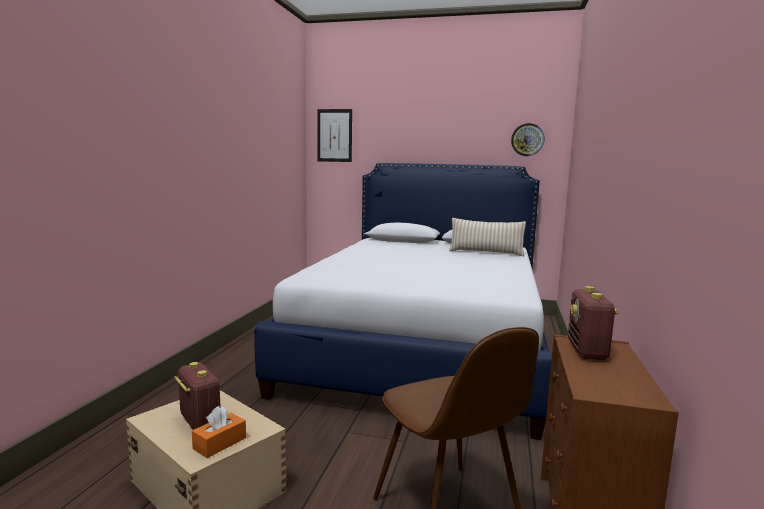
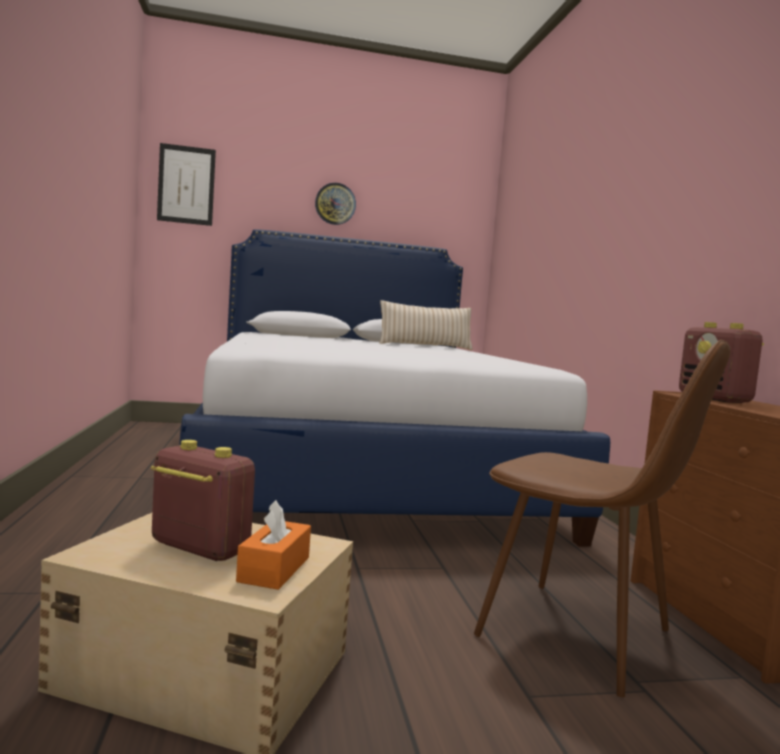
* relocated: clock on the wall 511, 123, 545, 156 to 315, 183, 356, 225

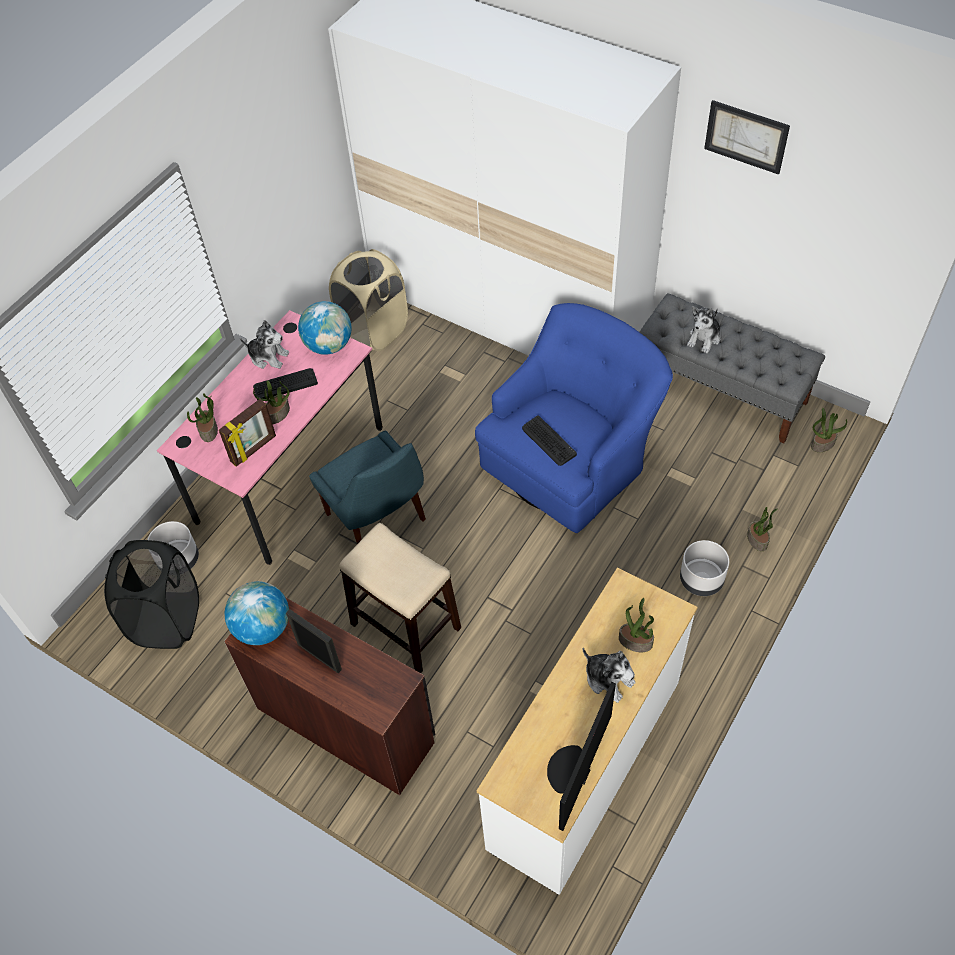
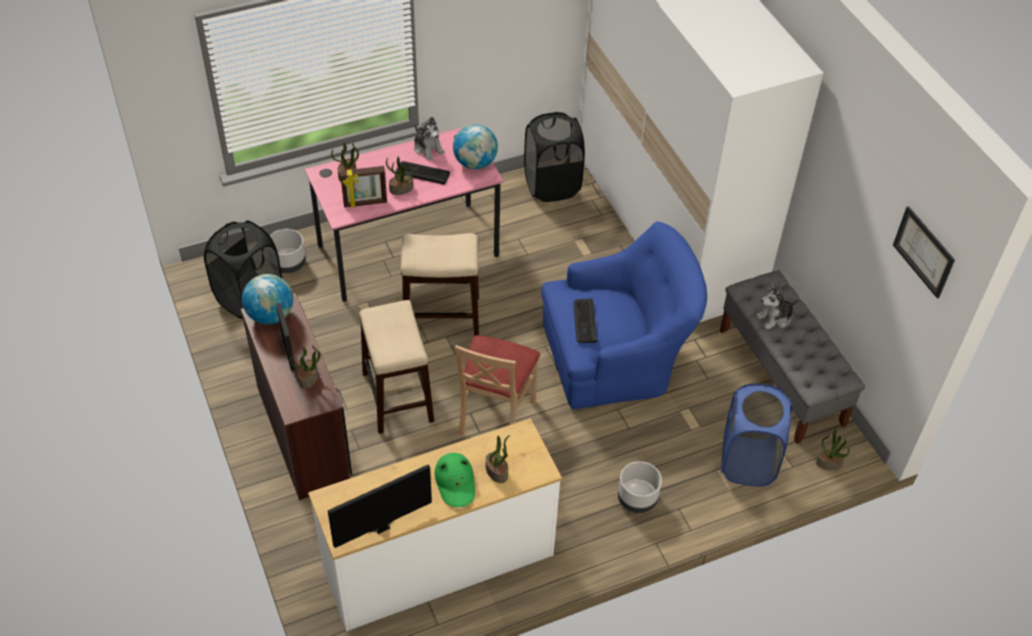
* relocated: potted plant 747, 507, 778, 551 to 290, 346, 321, 389
* exchanged: blue upright chair 309, 431, 426, 544 to stool seat 401, 233, 479, 336
* exchanged: soft toy 583, 648, 635, 703 to green wearable hat 435, 453, 475, 507
* appeared: sand-coloured upright chair 455, 335, 540, 436
* colour: sand-coloured hamper 329, 249, 408, 351 to black hamper 524, 112, 585, 202
* appeared: blue hamper 721, 384, 792, 487
* relocated: wall picture 704, 100, 790, 175 to 893, 206, 955, 298

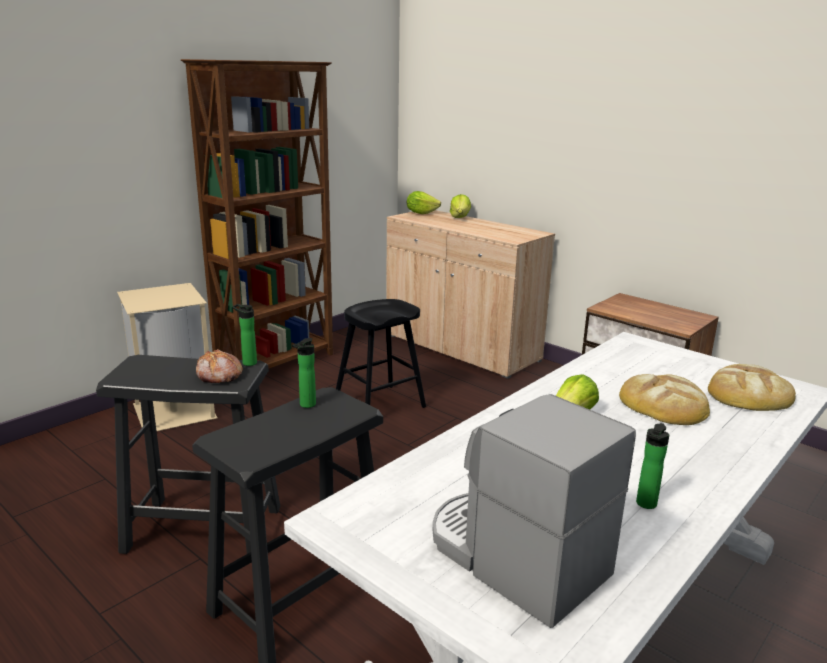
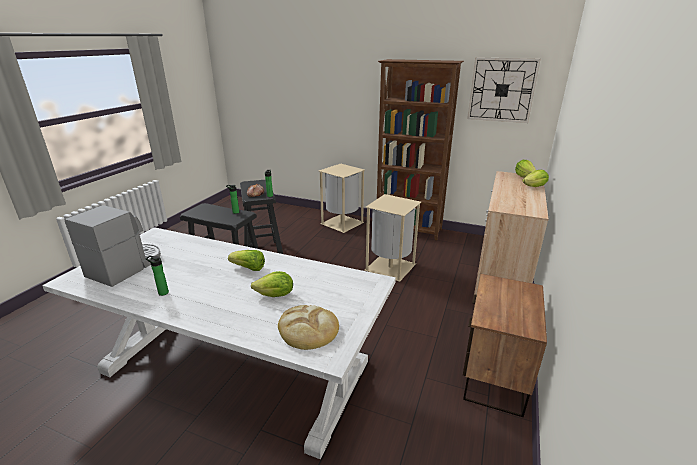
* exchanged: bakery bread 619, 374, 710, 425 to head of lettuce 251, 271, 293, 297
* exchanged: black stool seat 336, 299, 426, 408 to sand-coloured waste bin 364, 194, 421, 282
* appeared: clock on the wall 467, 57, 541, 123

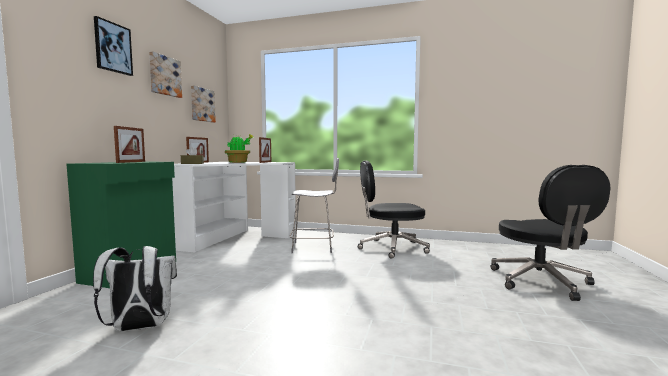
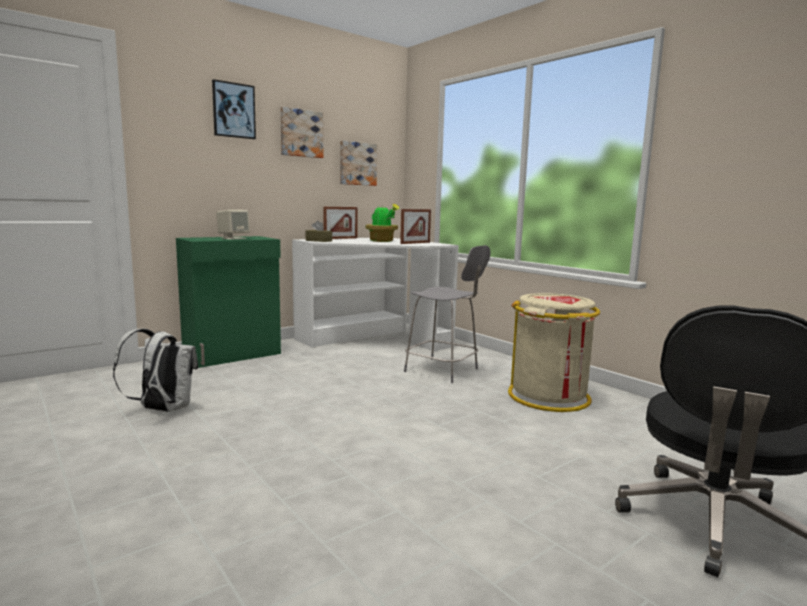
* exchanged: photo frame 114, 126, 145, 163 to sand-coloured audio speaker 216, 210, 250, 240
* exchanged: black computer chair 358, 161, 430, 259 to sand-coloured waste bin 508, 293, 600, 412

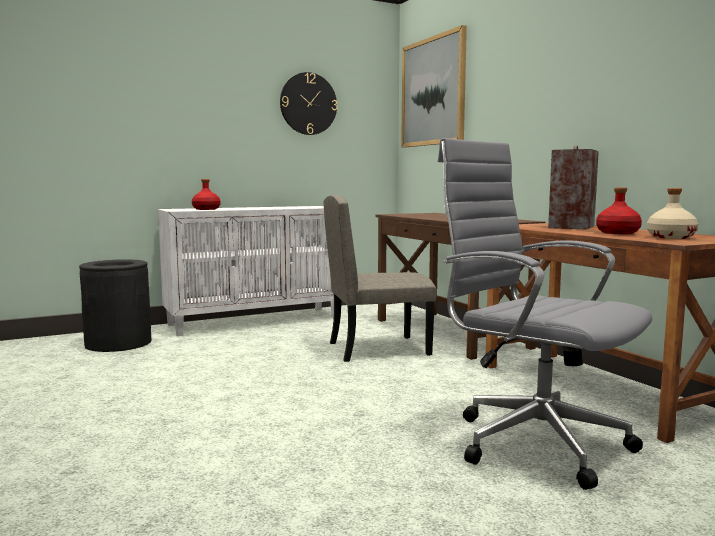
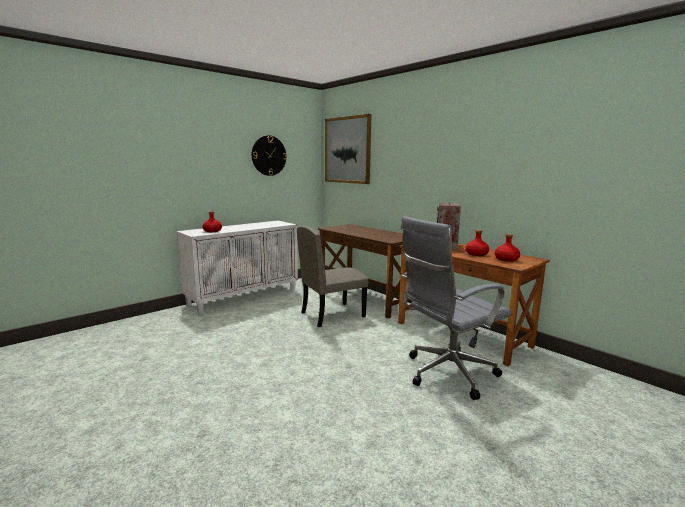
* spun: gray computer chair 438, 138, 653, 490 = 400, 216, 512, 400 60 degrees counterclockwise
* colour: sand-coloured bottle 647, 188, 698, 239 to reddish bottle 495, 234, 520, 262
* missing: black waste bin 79, 259, 152, 352

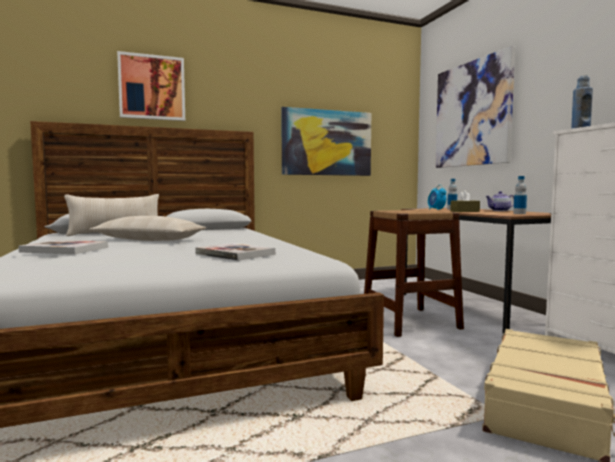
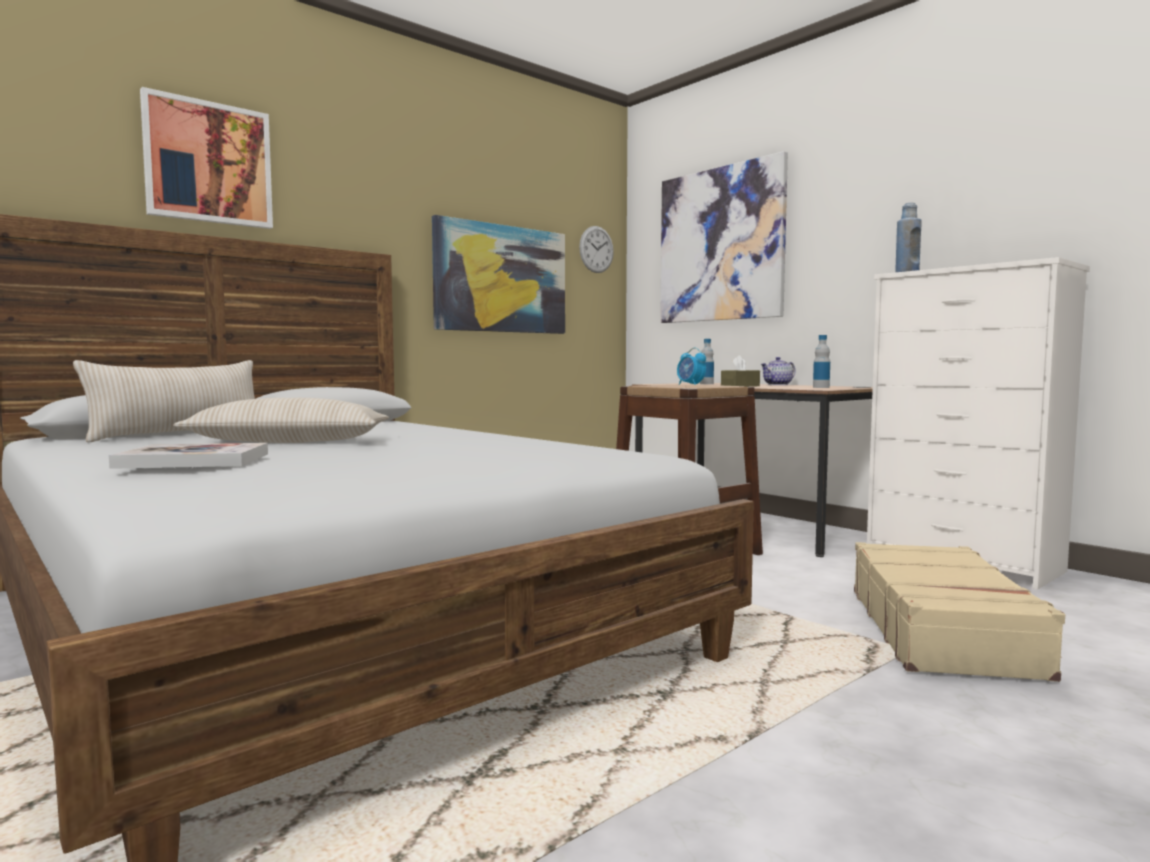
* appeared: clock on the wall 579, 226, 614, 273
* missing: volume 195, 243, 275, 261

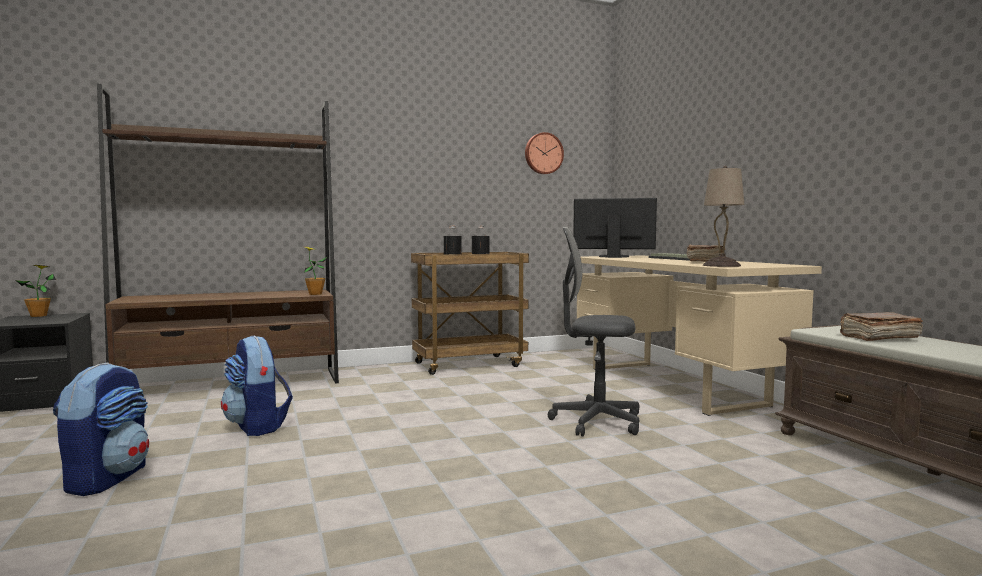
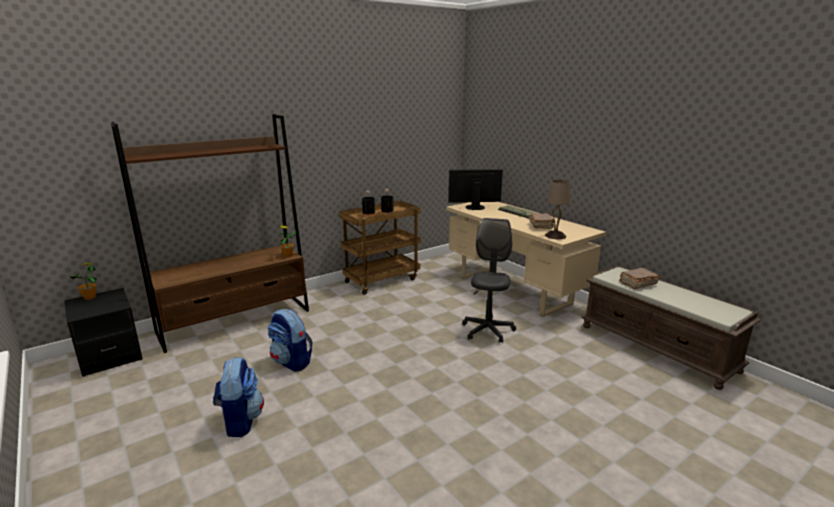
* spun: gray computer chair 548, 227, 639, 437 = 462, 218, 516, 343 105 degrees clockwise
* missing: clock on the wall 525, 132, 564, 174

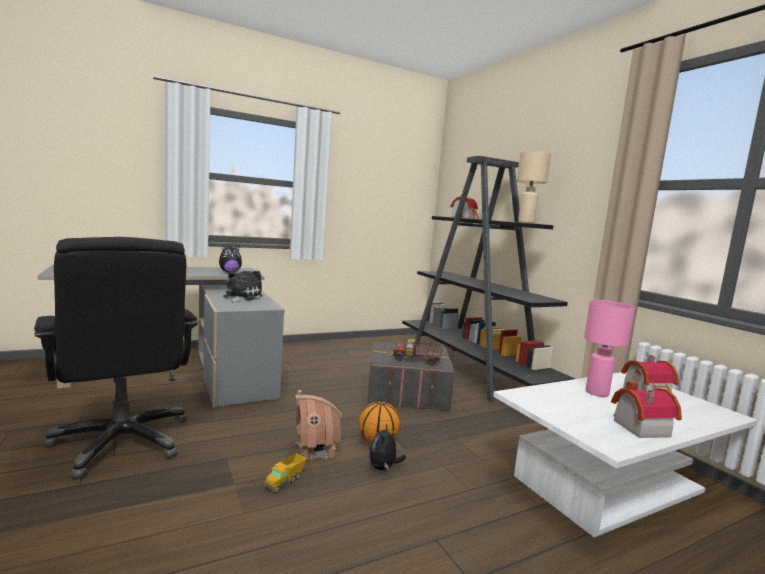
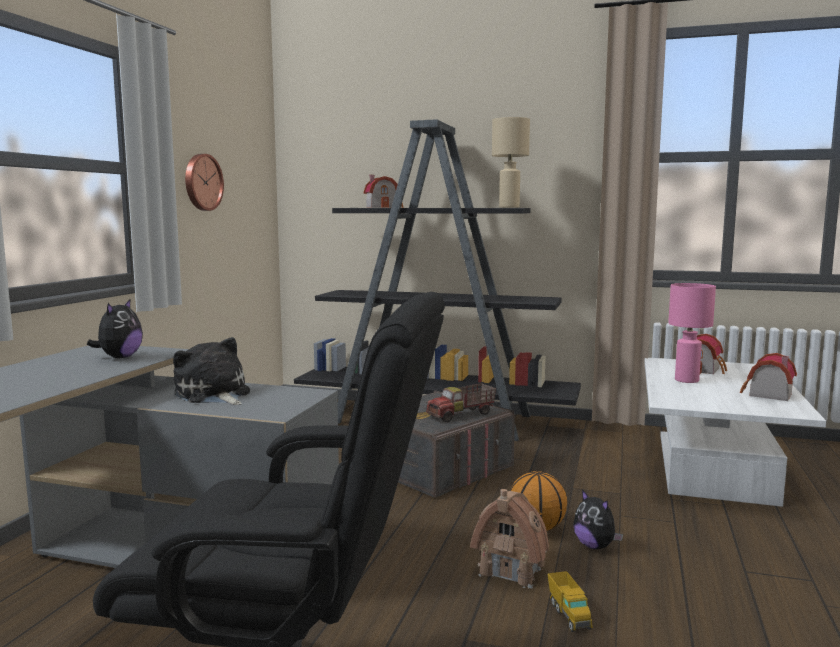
* appeared: clock on the wall 185, 154, 224, 211

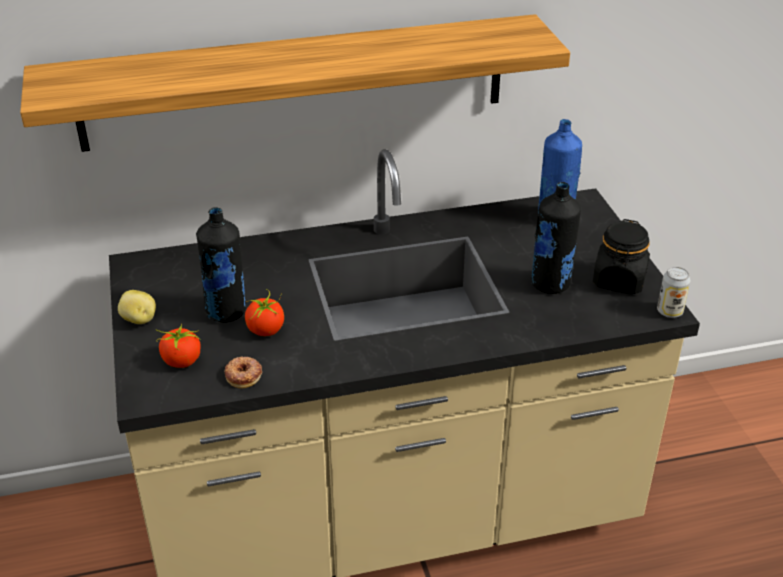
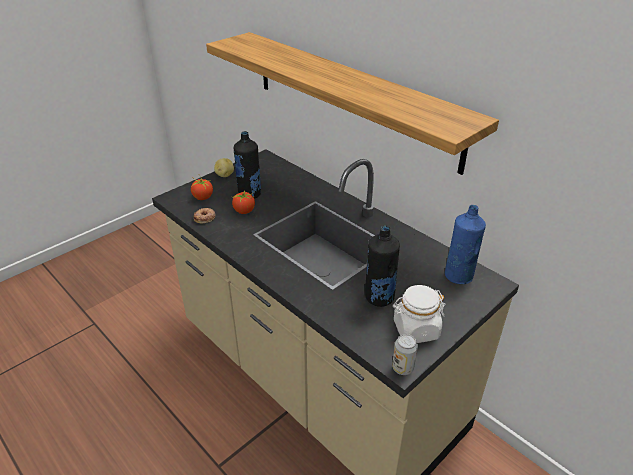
* colour: black jar 593, 219, 650, 294 to white-coloured jar 393, 285, 445, 343

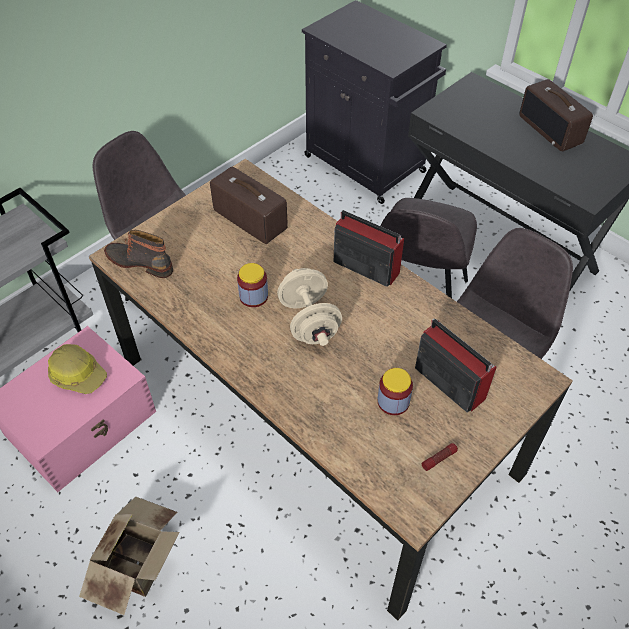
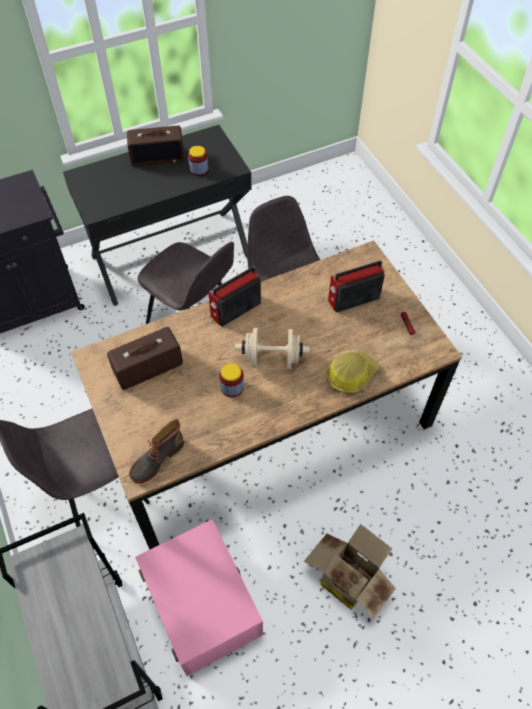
* relocated: jar 377, 368, 413, 415 to 188, 146, 208, 176
* relocated: work helmet 48, 344, 107, 394 to 326, 351, 378, 393

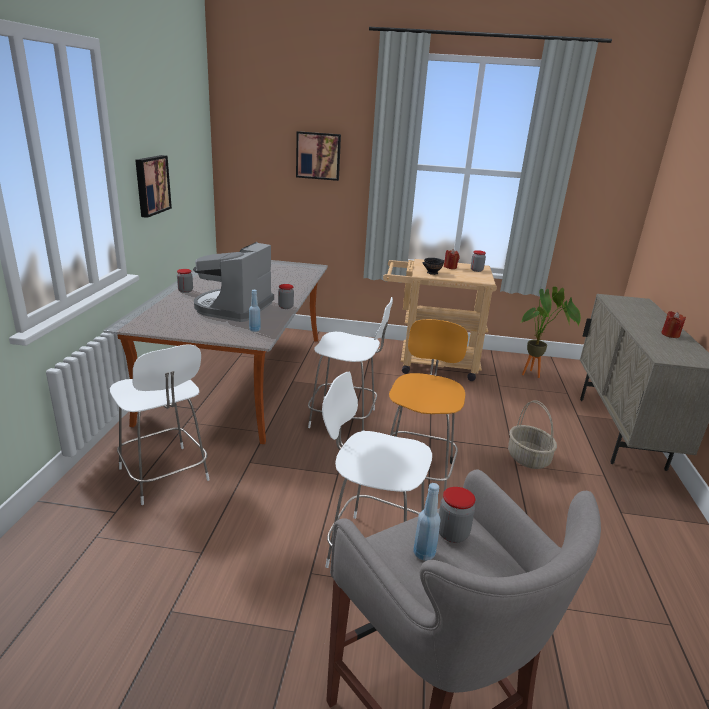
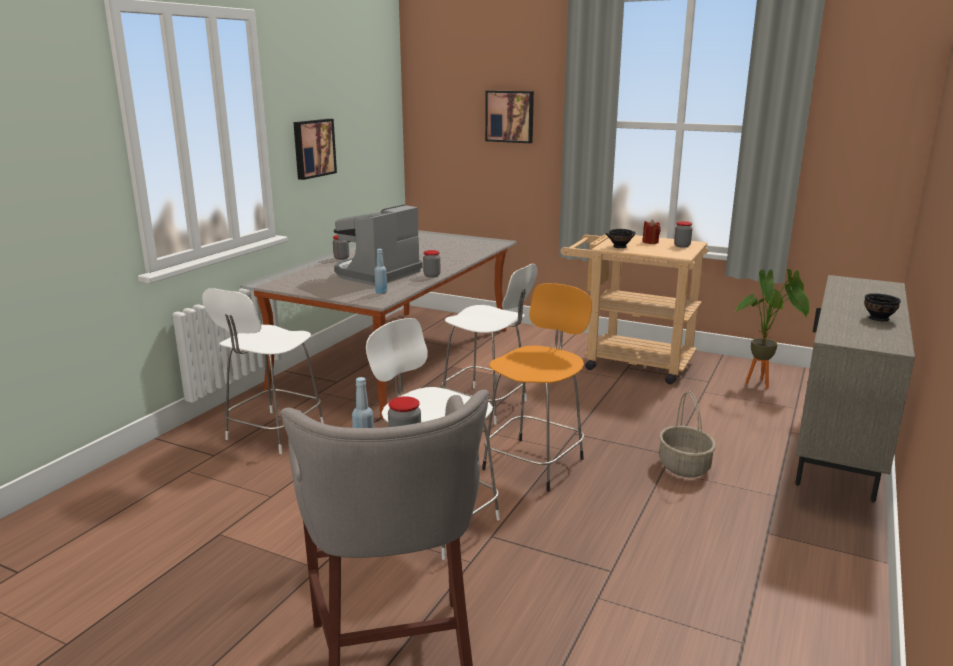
* spun: white-coloured upright chair 110, 344, 210, 505 = 202, 288, 324, 454 45 degrees clockwise
* exchanged: reddish candle 661, 311, 686, 338 to black deep dish 864, 293, 901, 322

